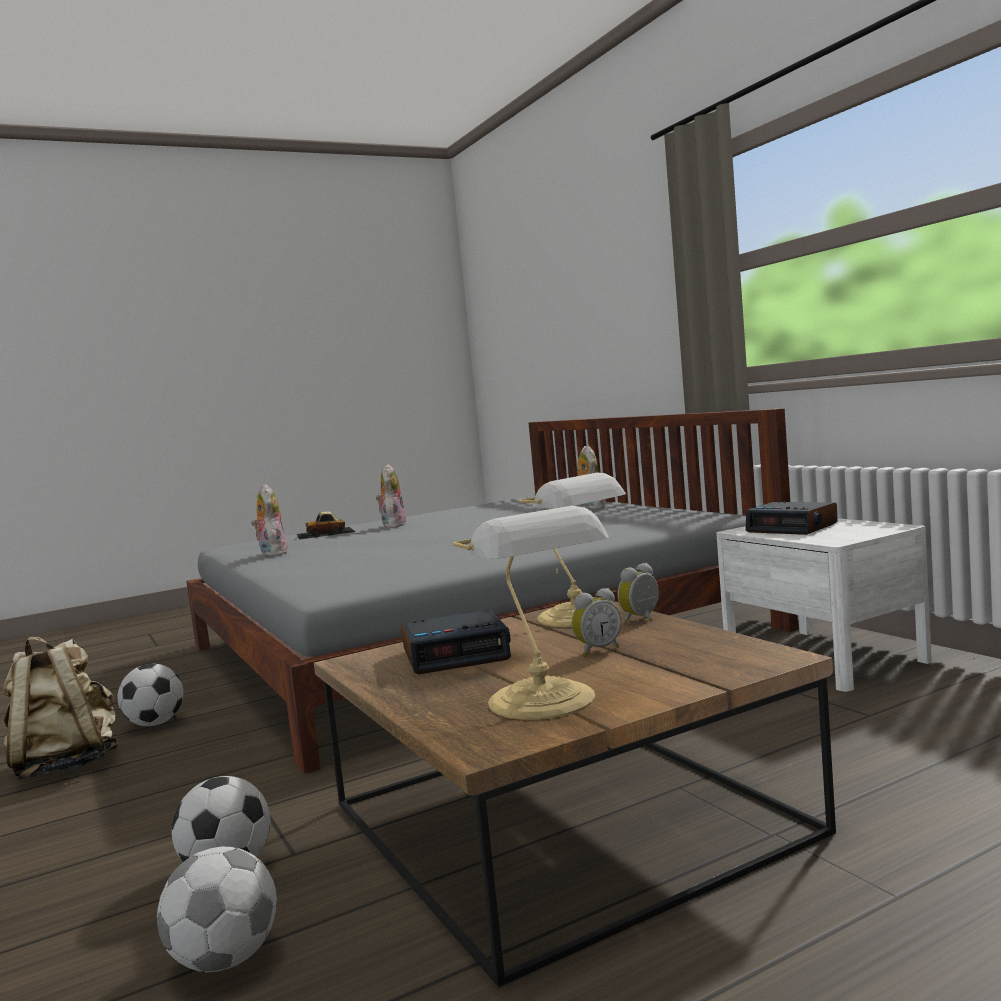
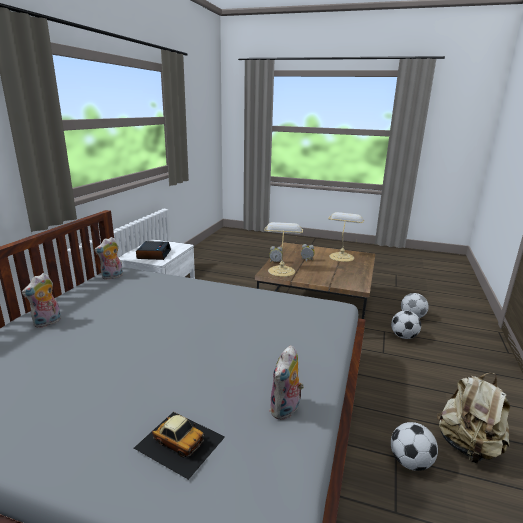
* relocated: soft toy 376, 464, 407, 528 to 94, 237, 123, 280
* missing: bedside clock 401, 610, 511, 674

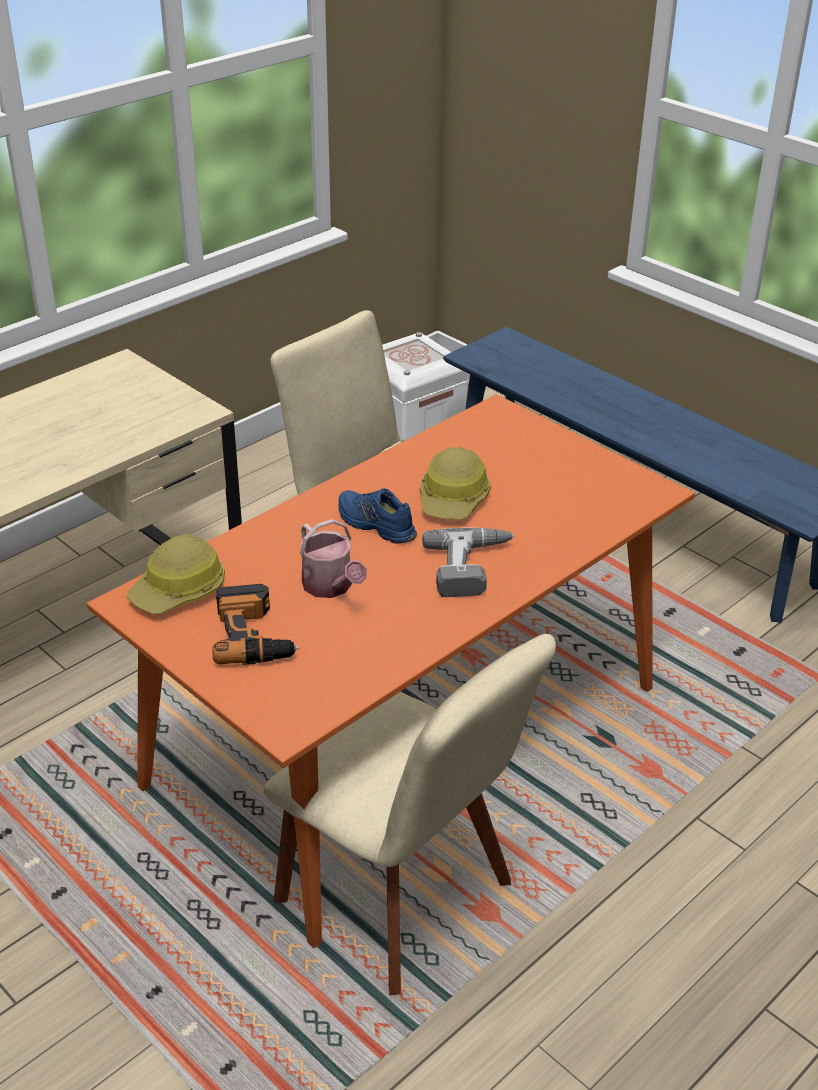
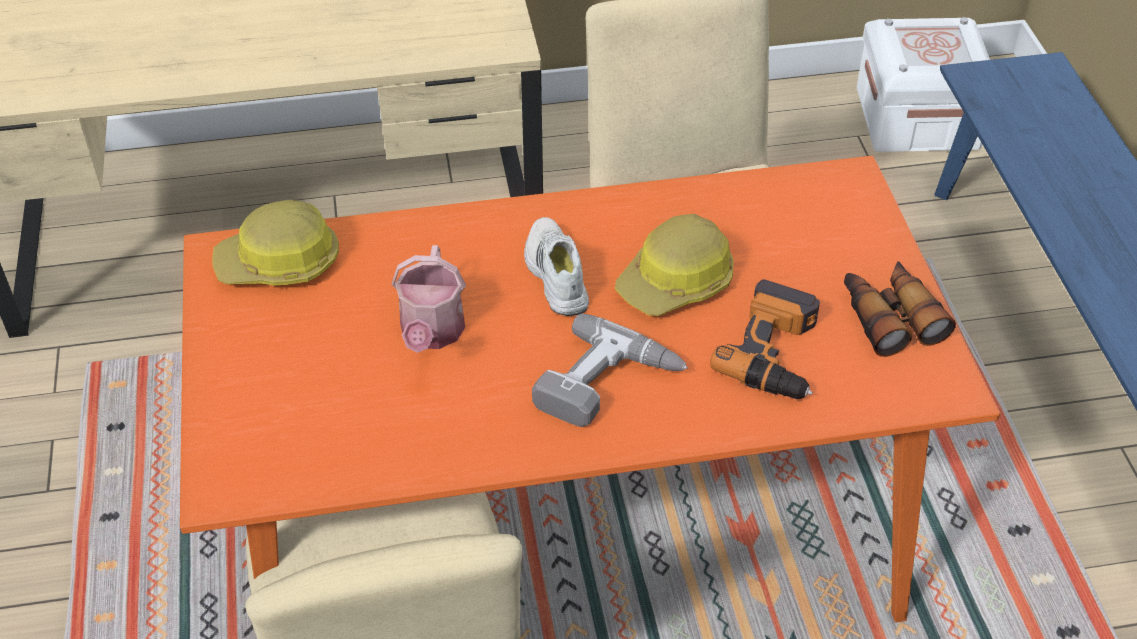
* colour: blue low shoe 339, 488, 417, 544 to white-coloured low shoe 524, 217, 589, 316
* relocated: electric drill 212, 584, 299, 665 to 710, 279, 820, 399
* appeared: pair of binoculars 844, 261, 956, 357

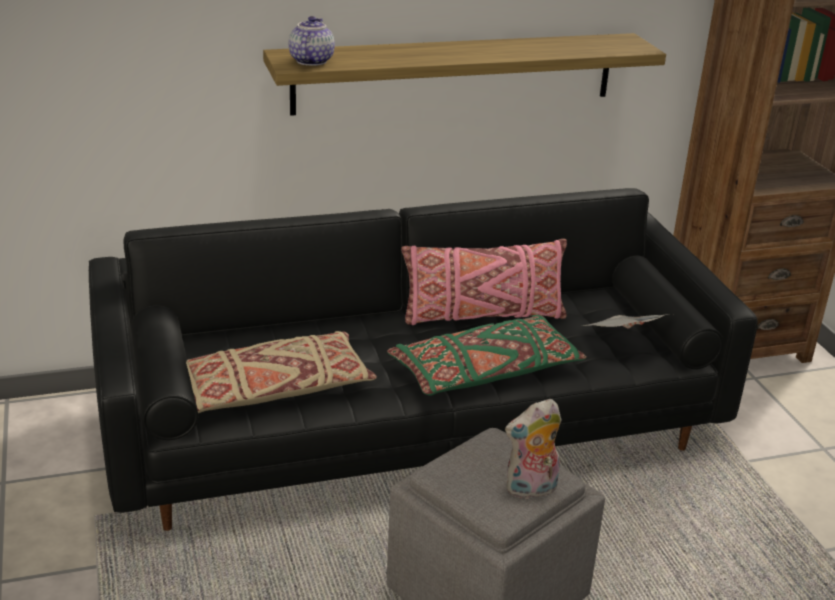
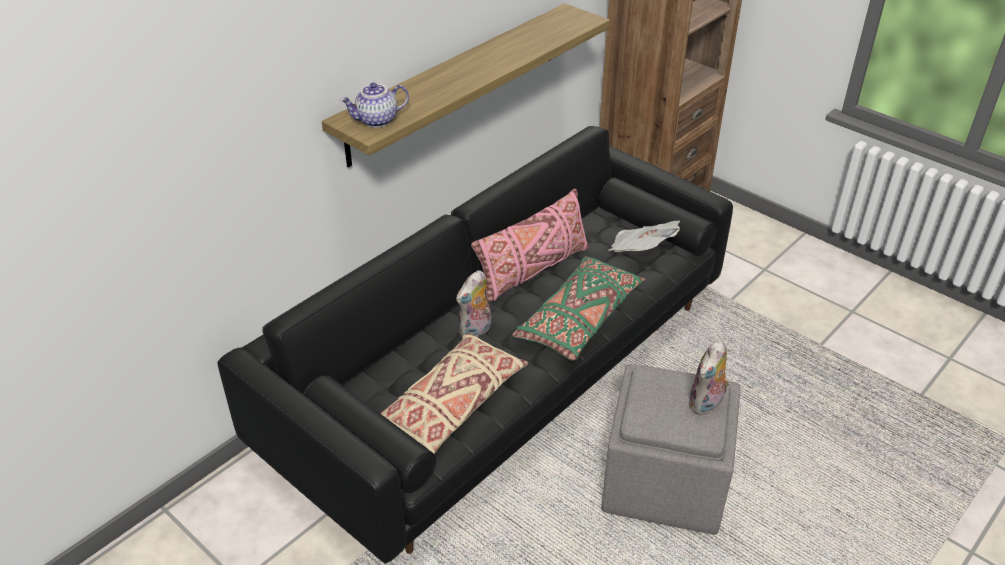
* spun: teapot 289, 16, 335, 66 = 340, 83, 409, 128 90 degrees counterclockwise
* appeared: soft toy 456, 270, 492, 337

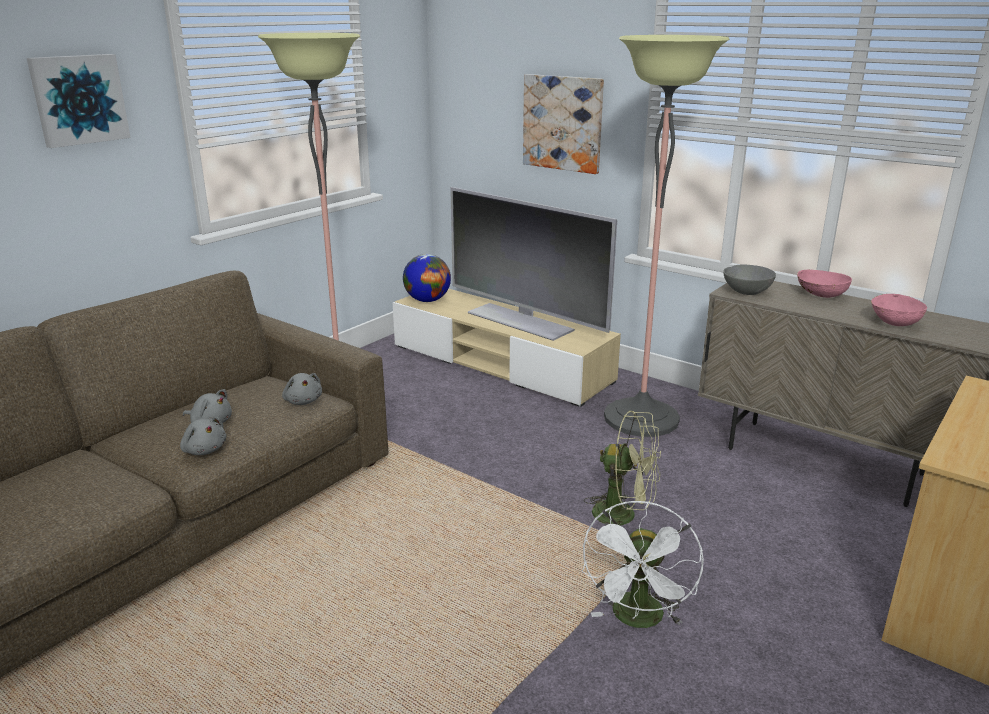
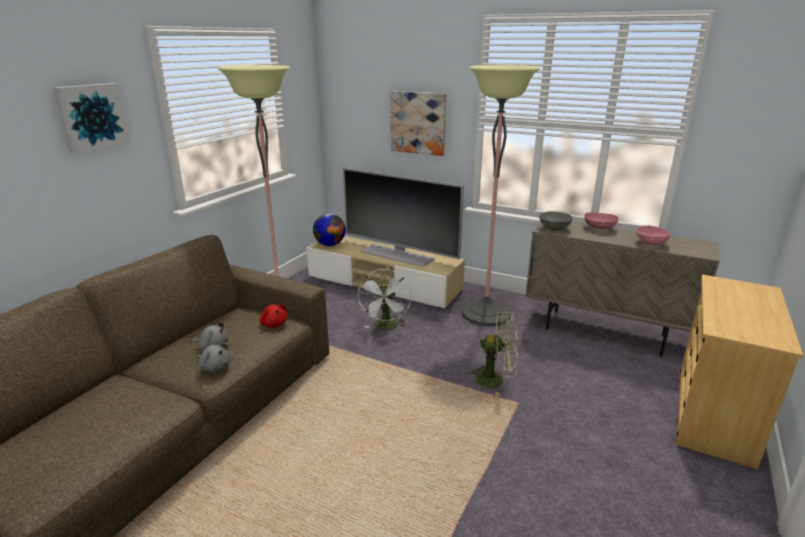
* colour: gray soft toy 282, 373, 322, 405 to reddish soft toy 260, 304, 288, 327
* relocated: white-coloured fan 582, 501, 704, 628 to 358, 269, 411, 330

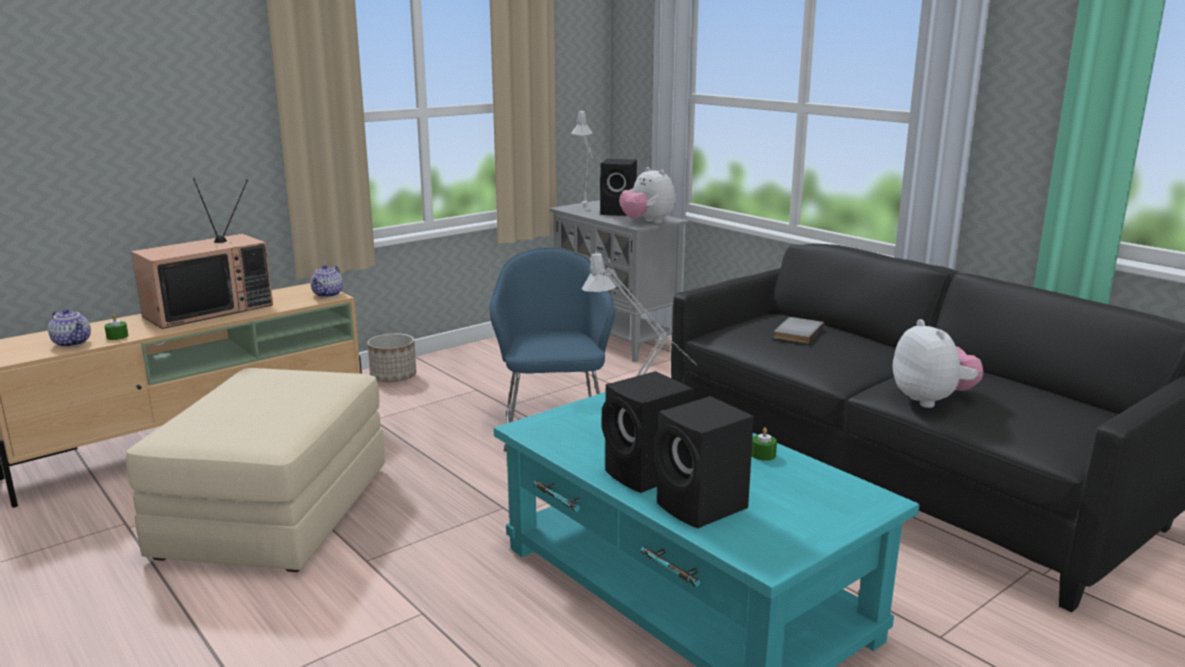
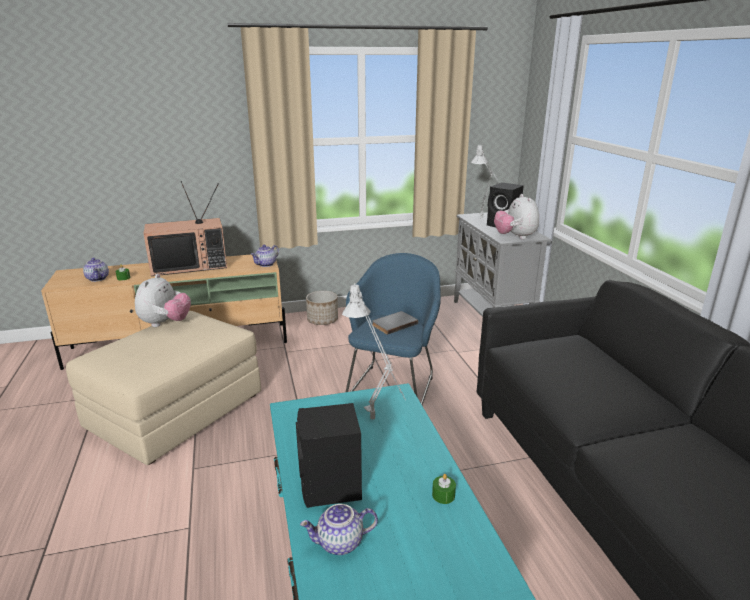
* relocated: soft toy 892, 319, 984, 408 to 135, 274, 191, 327
* exchanged: black audio speaker 654, 396, 754, 529 to teapot 300, 504, 378, 555
* relocated: gray volume 773, 317, 824, 344 to 372, 311, 418, 335

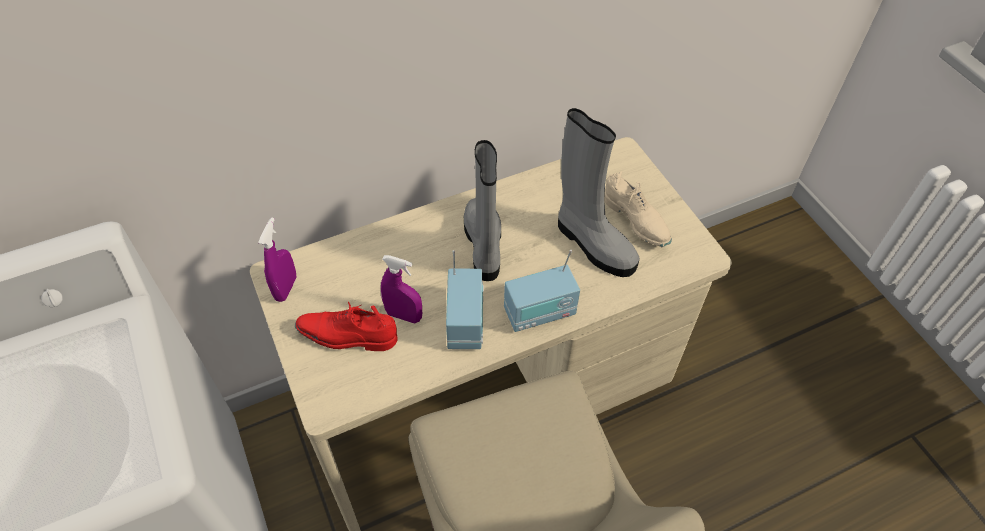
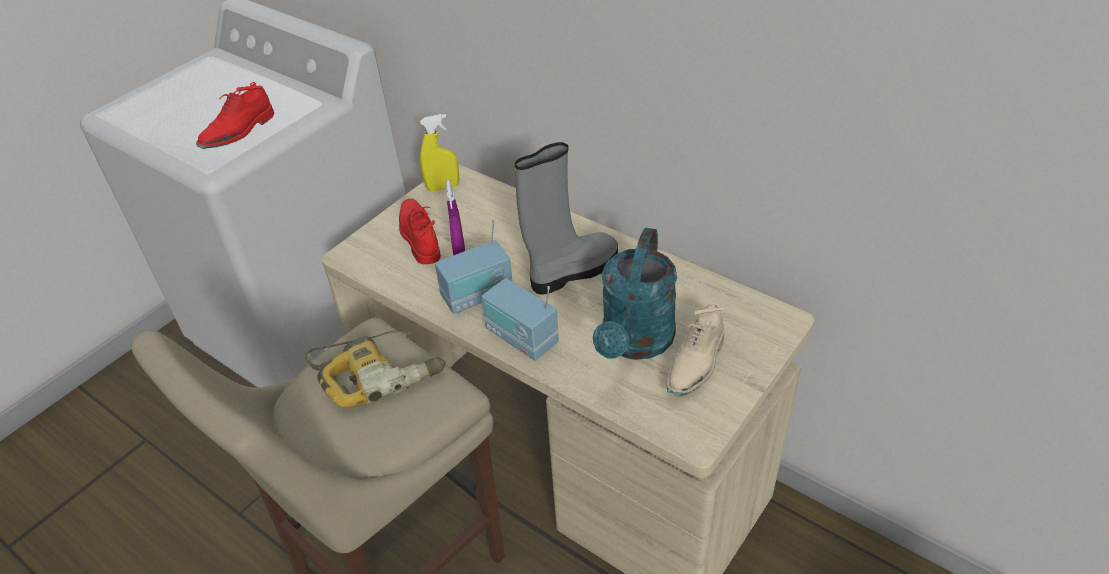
* appeared: reddish low shoe 196, 82, 274, 149
* appeared: electric drill 305, 331, 446, 408
* colour: purple hand sprayer 258, 217, 296, 302 to yellow hand sprayer 420, 114, 459, 192
* exchanged: gray high-top boot 558, 108, 640, 277 to blue-green watering pot 593, 228, 677, 360

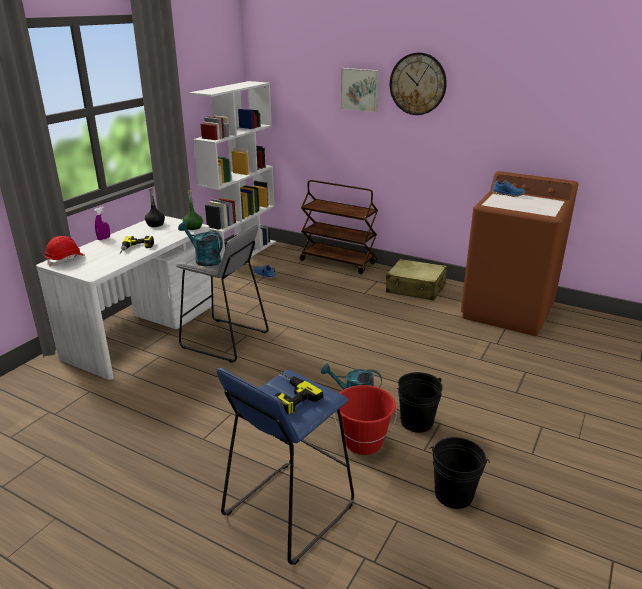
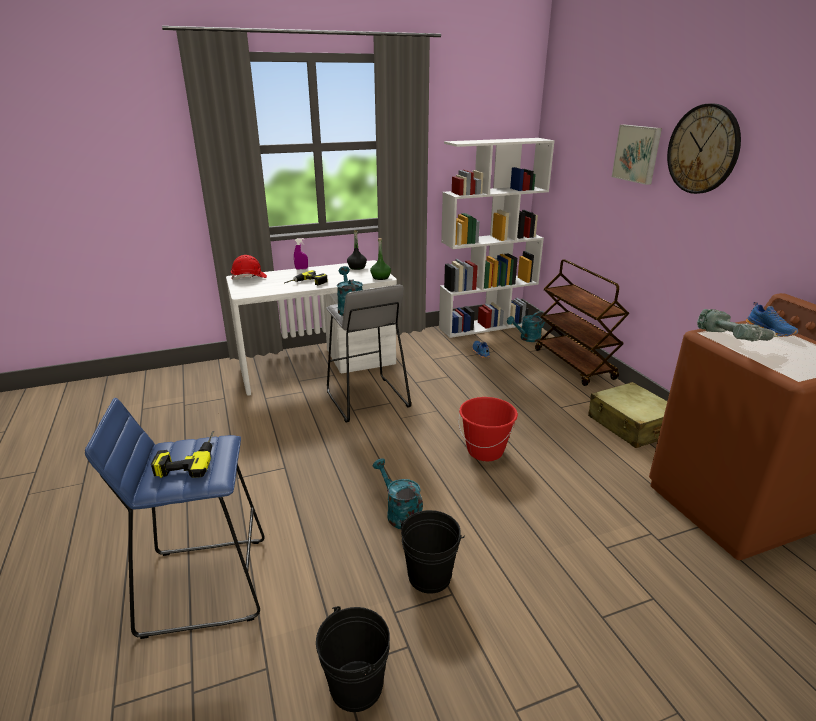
* relocated: reddish water bucket 334, 385, 397, 455 to 458, 397, 518, 461
* appeared: blue-green watering pot 507, 311, 545, 342
* appeared: electric drill 697, 309, 778, 342

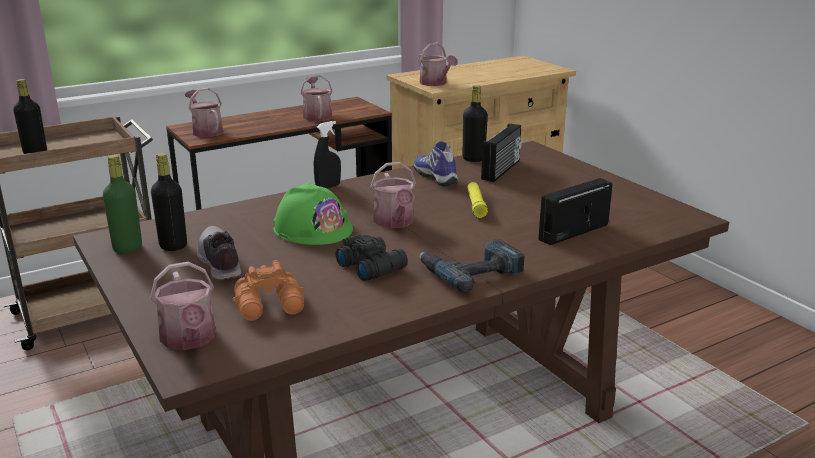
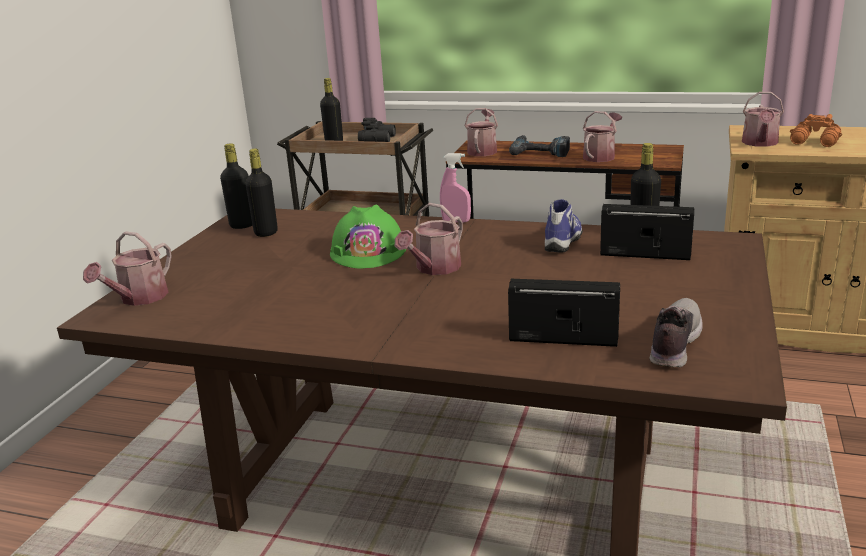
* colour: green bottle 103, 155, 142, 254 to black bottle 220, 143, 252, 229
* relocated: black pair of binoculars 336, 234, 408, 281 to 358, 118, 396, 142
* colour: black hand sprayer 314, 121, 341, 188 to pink-coloured hand sprayer 440, 153, 471, 223
* relocated: electric drill 419, 239, 524, 293 to 509, 135, 570, 157
* spun: radio set 481, 124, 522, 182 = 600, 204, 694, 260 150 degrees counterclockwise
* relocated: low shoe 197, 226, 241, 280 to 650, 298, 702, 367
* relocated: orange pair of binoculars 233, 260, 305, 321 to 790, 114, 842, 147
* missing: yellow hand torch 467, 182, 488, 218

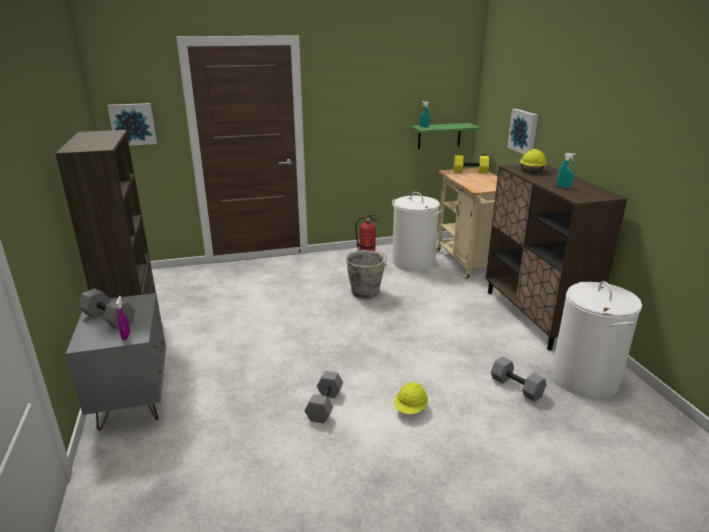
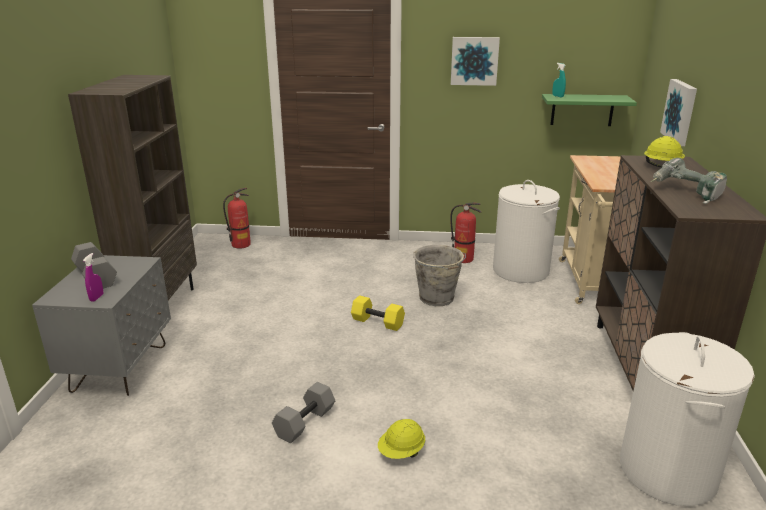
* appeared: extinguisher 223, 188, 251, 249
* relocated: yellow hand weight 454, 155, 489, 173 to 351, 295, 405, 331
* relocated: wall picture 107, 103, 157, 146 to 451, 37, 500, 86
* exchanged: blue-green hand sprayer 557, 153, 576, 188 to electric drill 650, 158, 727, 204
* missing: gray hand weight 491, 356, 546, 402

